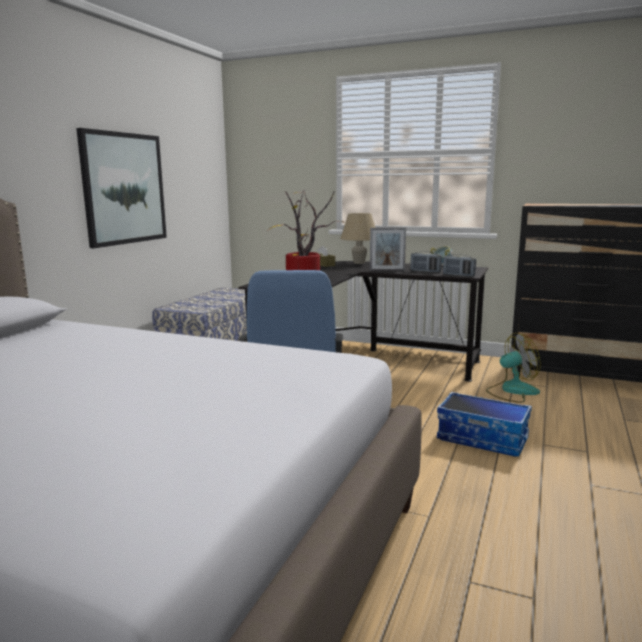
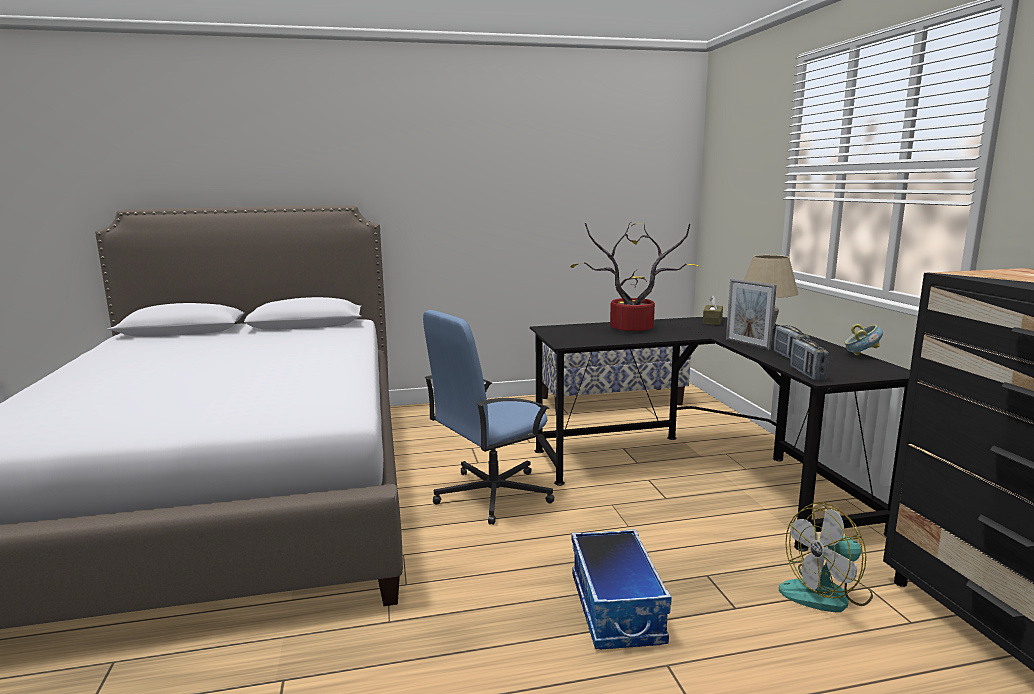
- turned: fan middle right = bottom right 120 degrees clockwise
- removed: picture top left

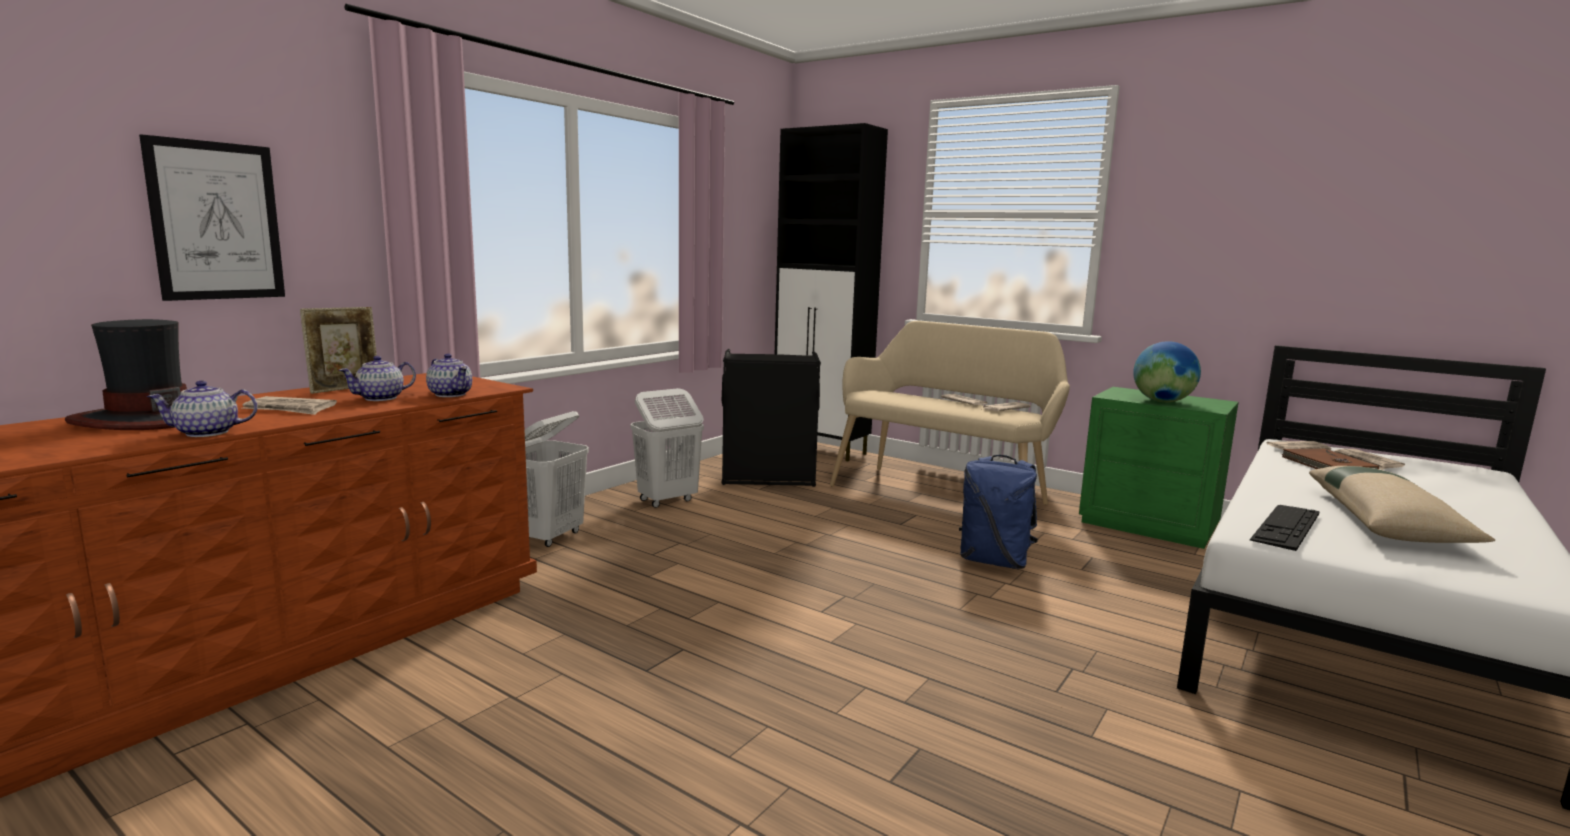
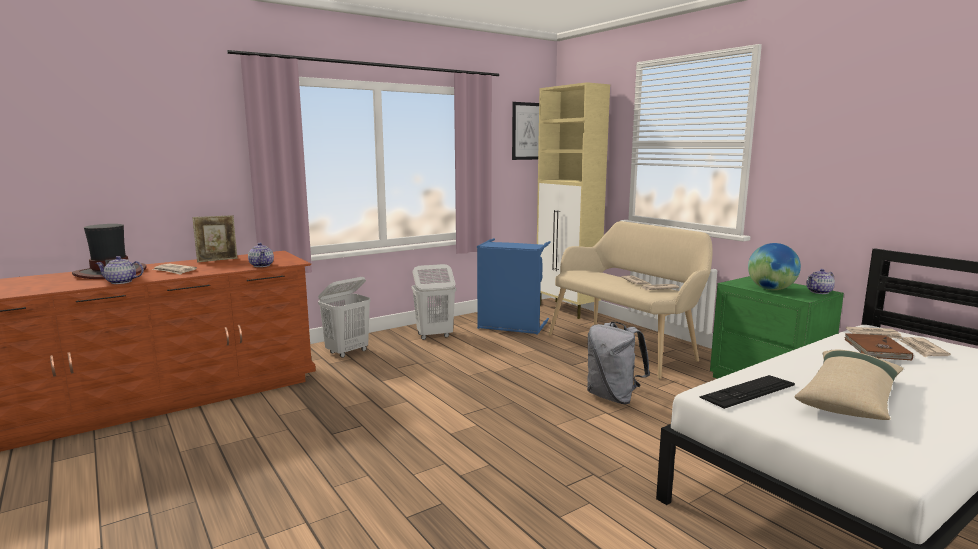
- recoloured: black laundry basket centre to blue laundry basket centre
- moved: picture top left to top centre
- recoloured: black cabinet centre to beige cabinet centre
- recoloured: blue backpack centre to grey backpack centre
- moved: teapot (2nd from left in the first image) middle left to teapot (3rd from left) middle right

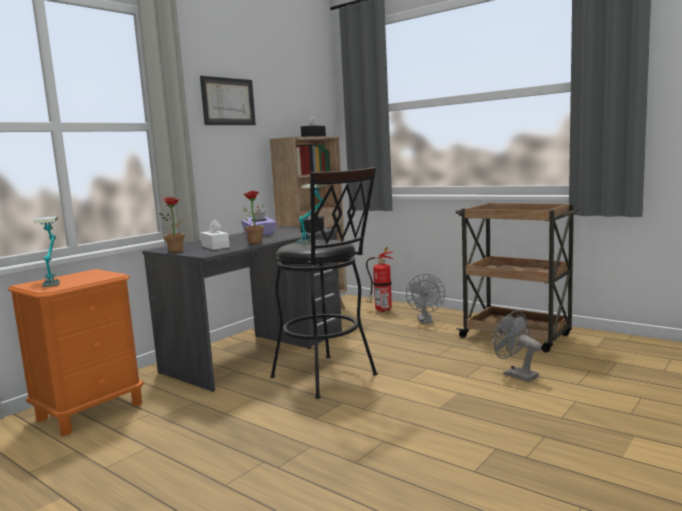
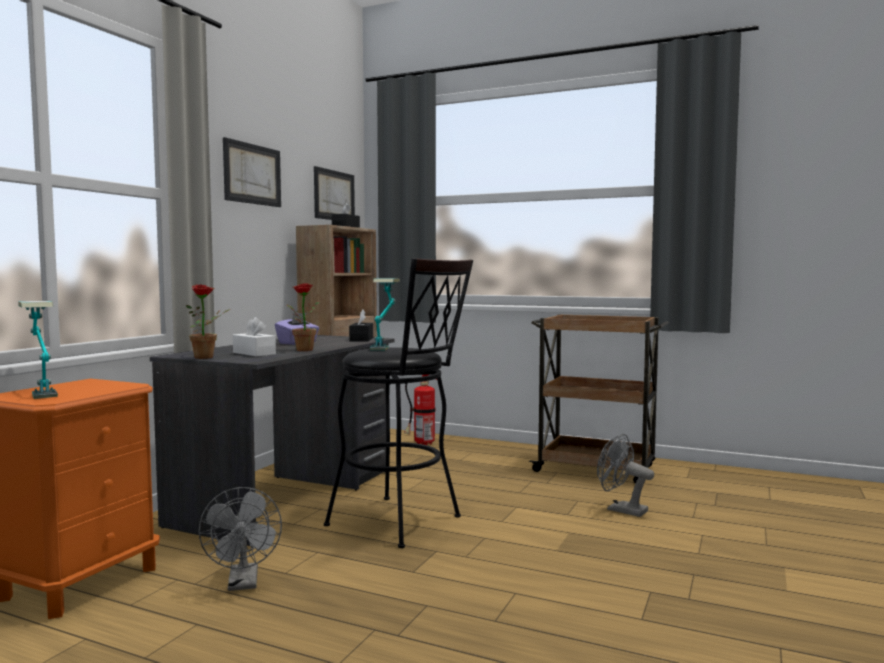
- moved: grey fan (1st from left) centre to bottom left
- added: picture (2nd from left) top centre

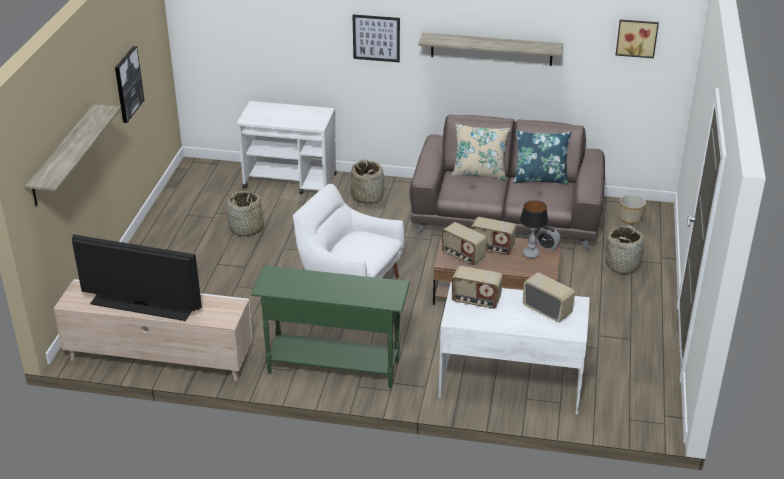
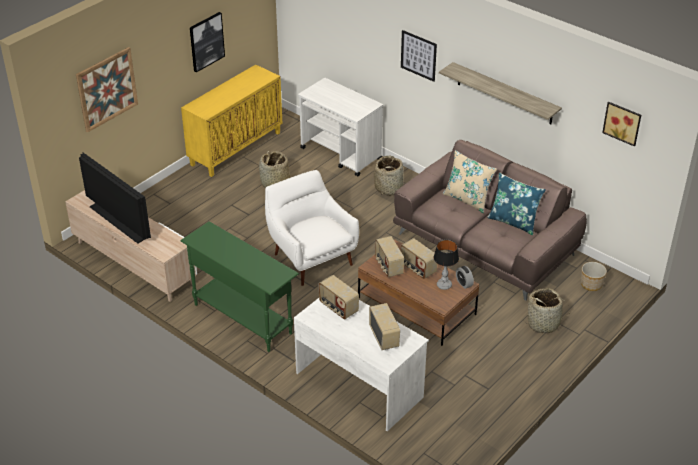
- replaced: shelf (1st from left) top left to picture (1st from left) top left
- added: yellow cabinet top left

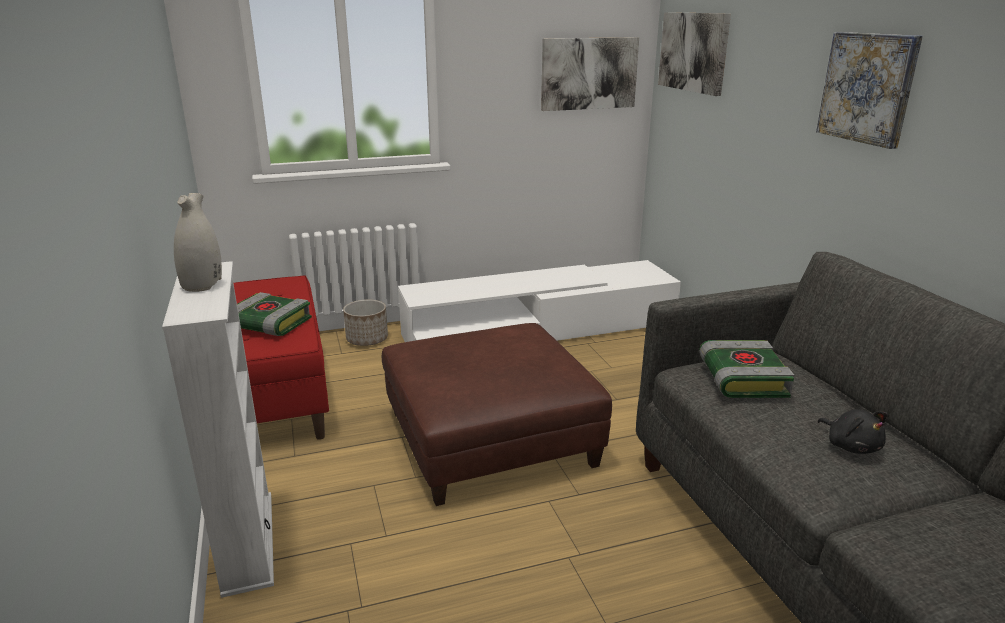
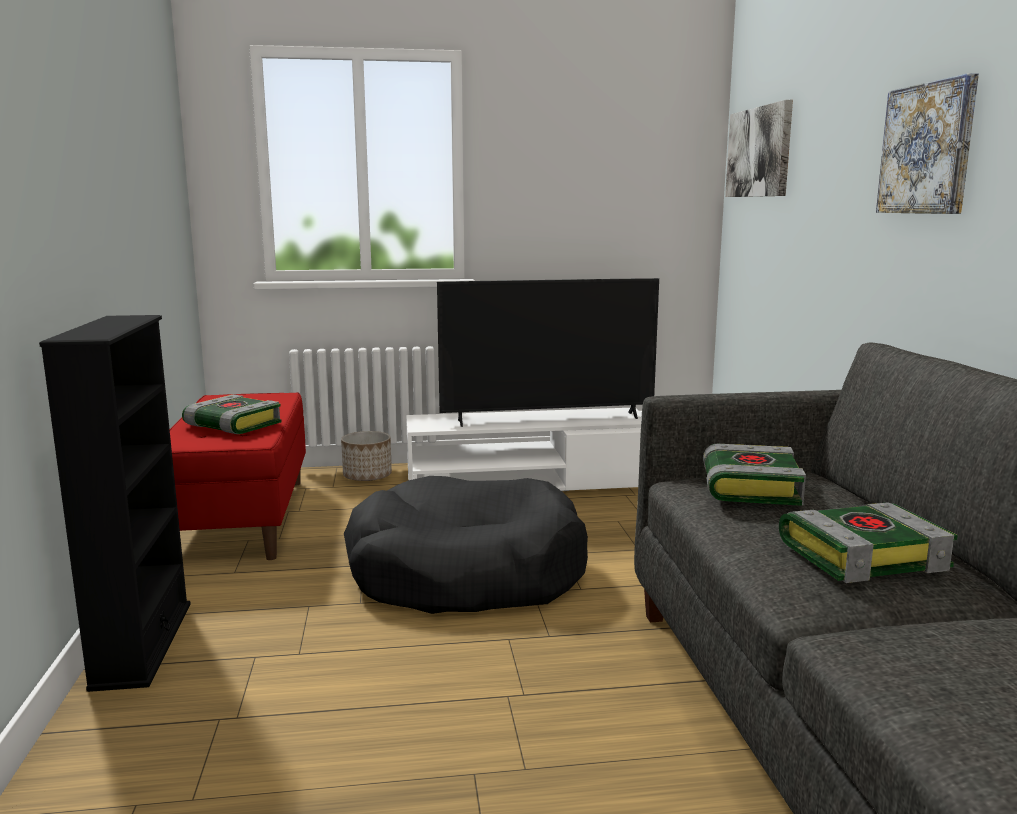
- recoloured: white bookcase bottom left to black bookcase middle left
- replaced: brown ottoman centre to black dog bed bottom centre
- added: television centre
- replaced: black plush toy bottom right to book (3rd from left) middle right
- removed: white vase middle left
- removed: picture (1st from left) top centre

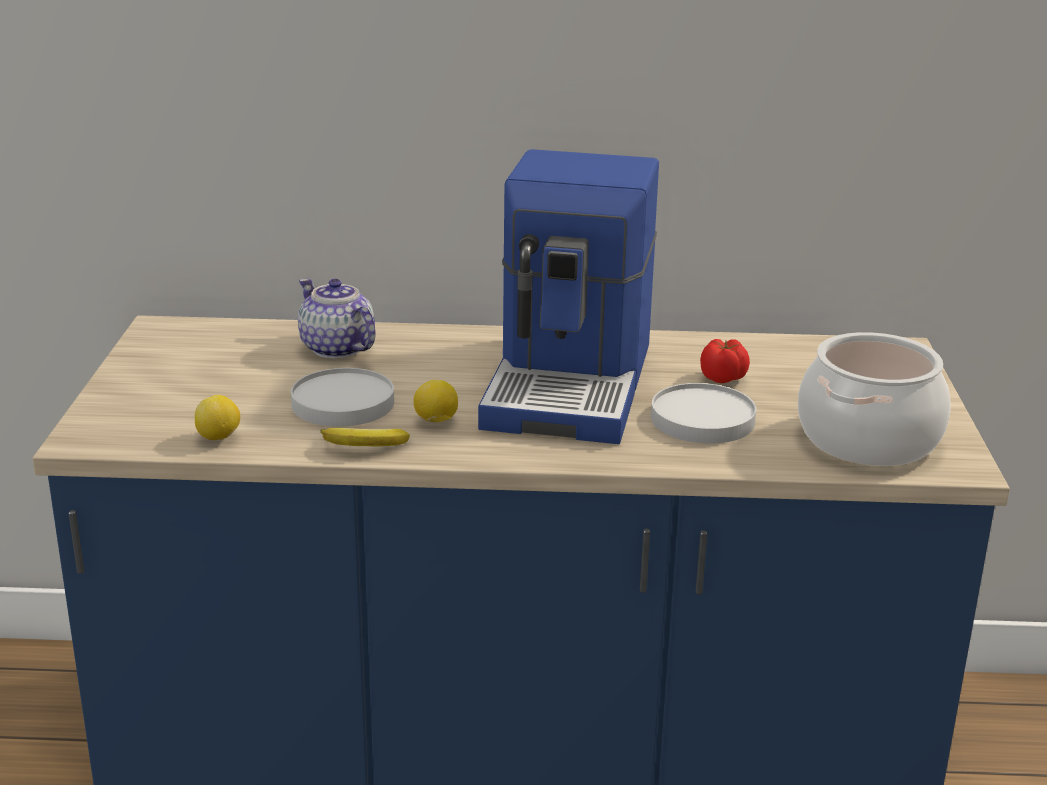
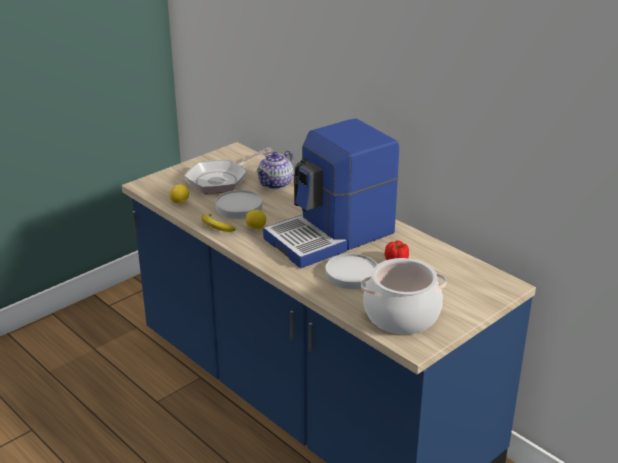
- added: frying pan centre
- turned: teapot middle left = centre 150 degrees counterclockwise

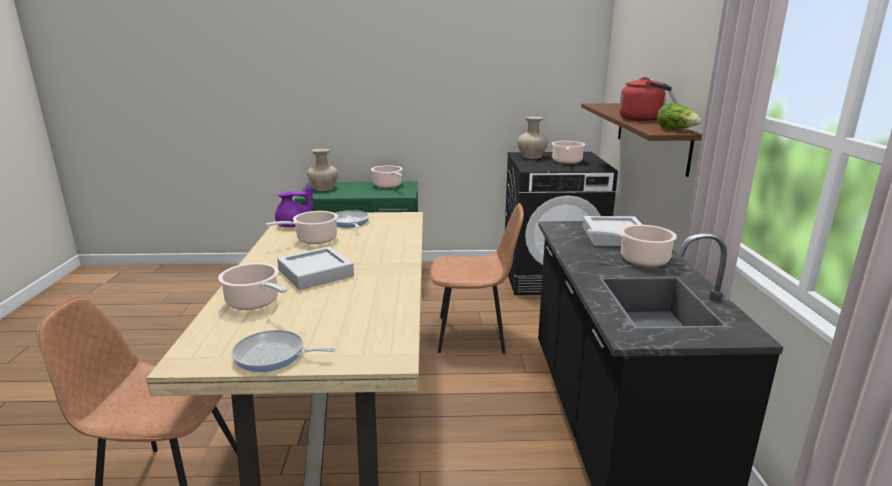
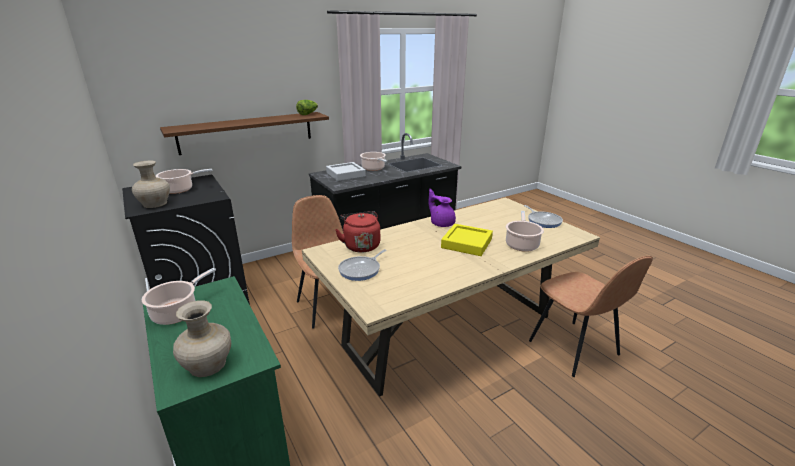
- moved: red kettle top right to centre
- moved: purple teapot middle left to centre
- recoloured: grey tray (1st from left) centre to yellow tray centre
- removed: cooking pot (2nd from left) centre

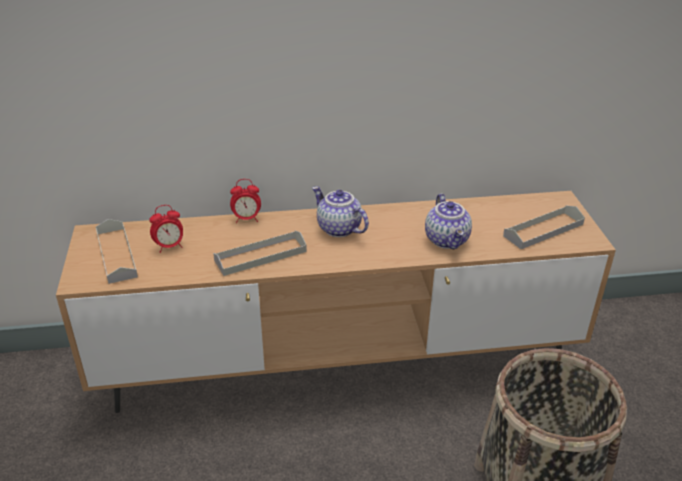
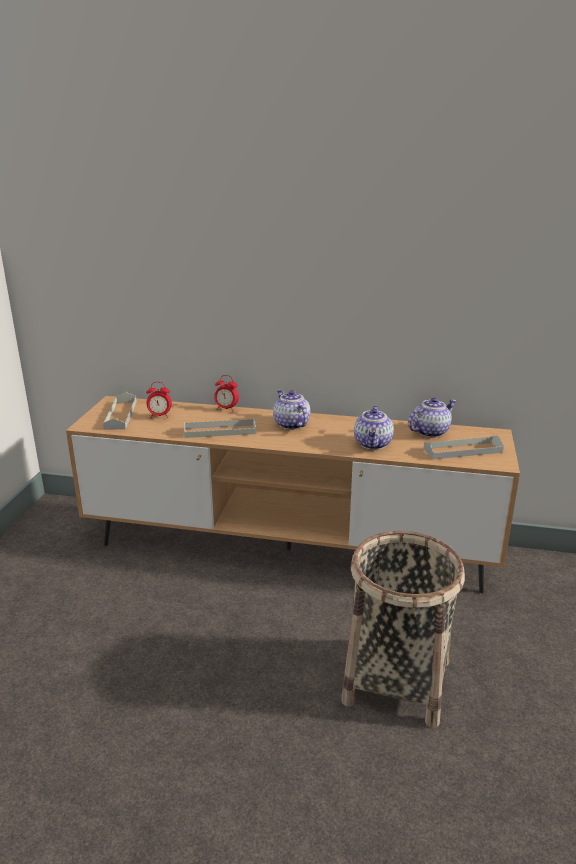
- added: teapot (3rd from left) middle right

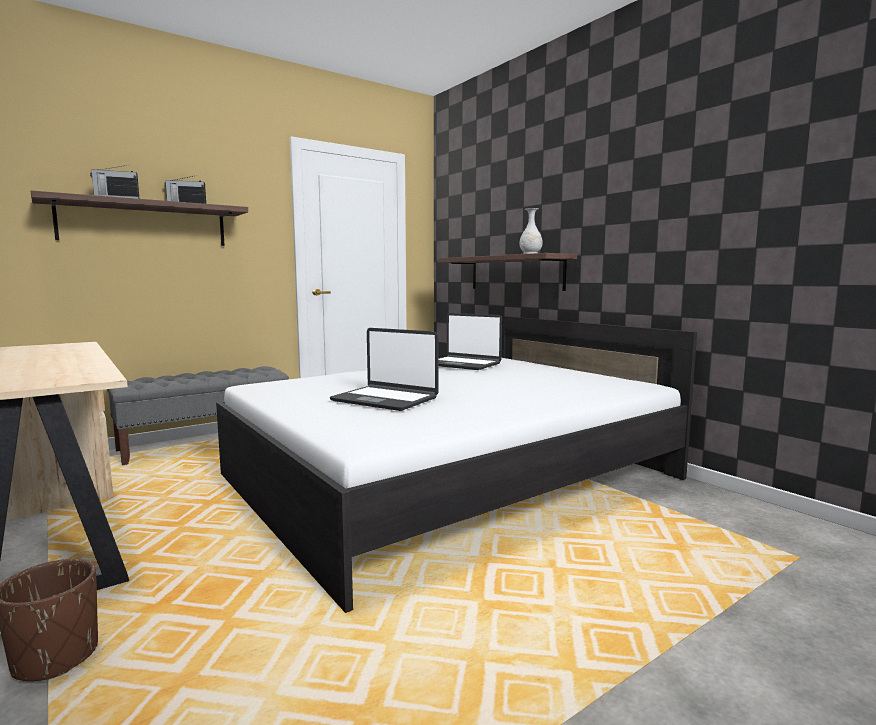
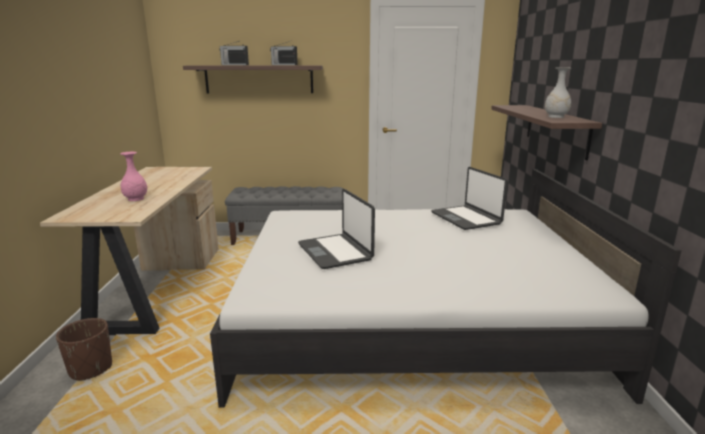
- added: pink vase middle left

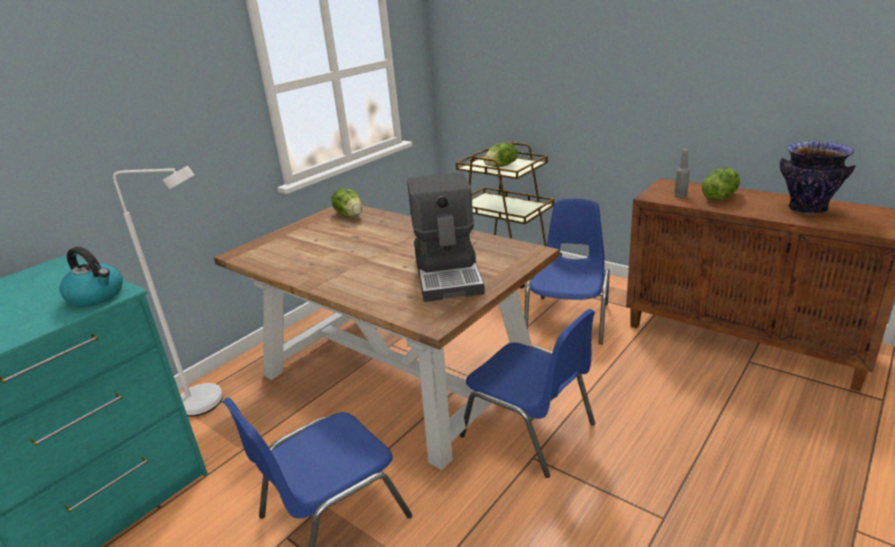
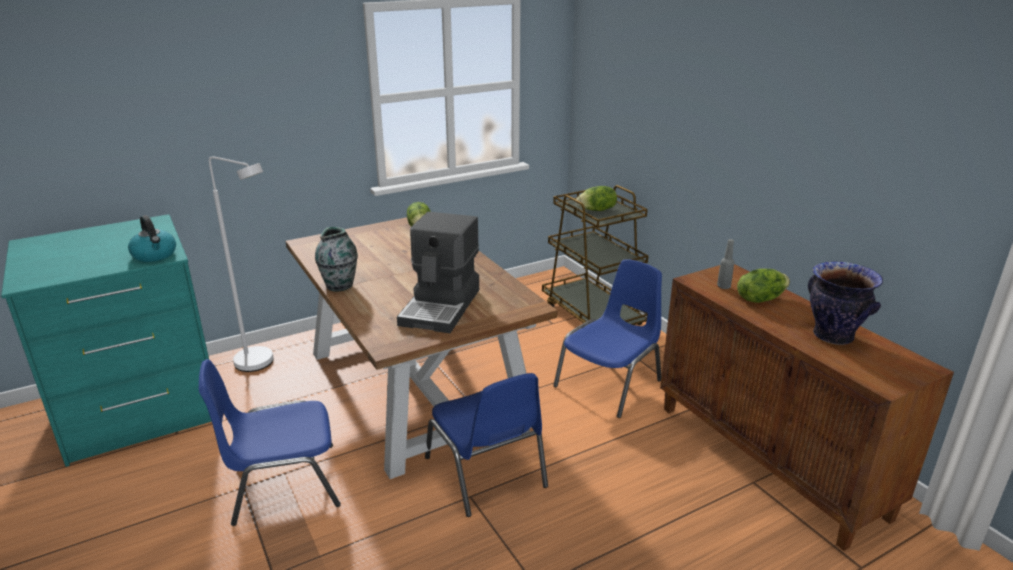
- added: vase (1st from left) middle left

